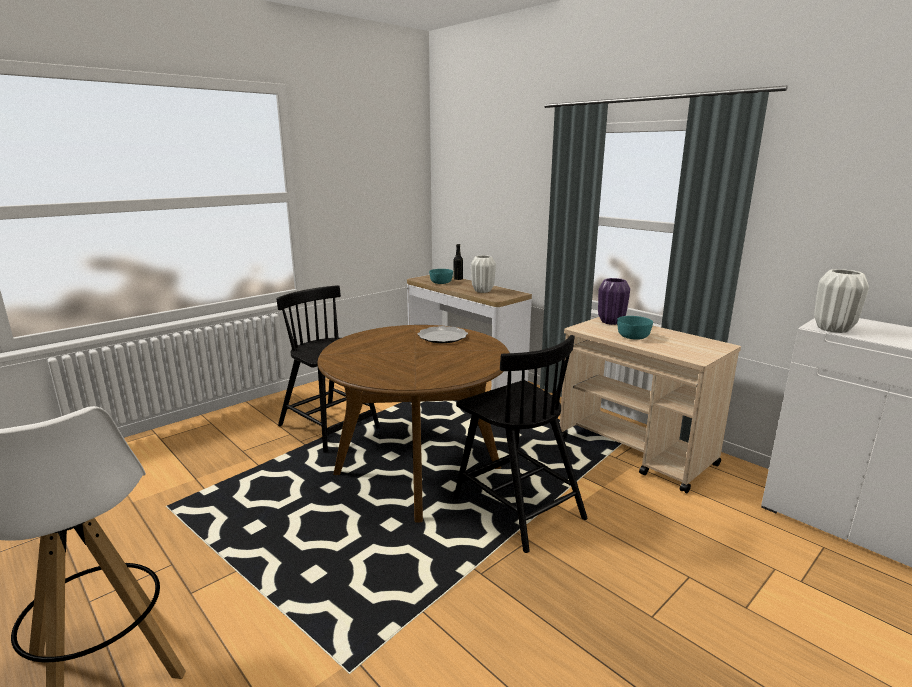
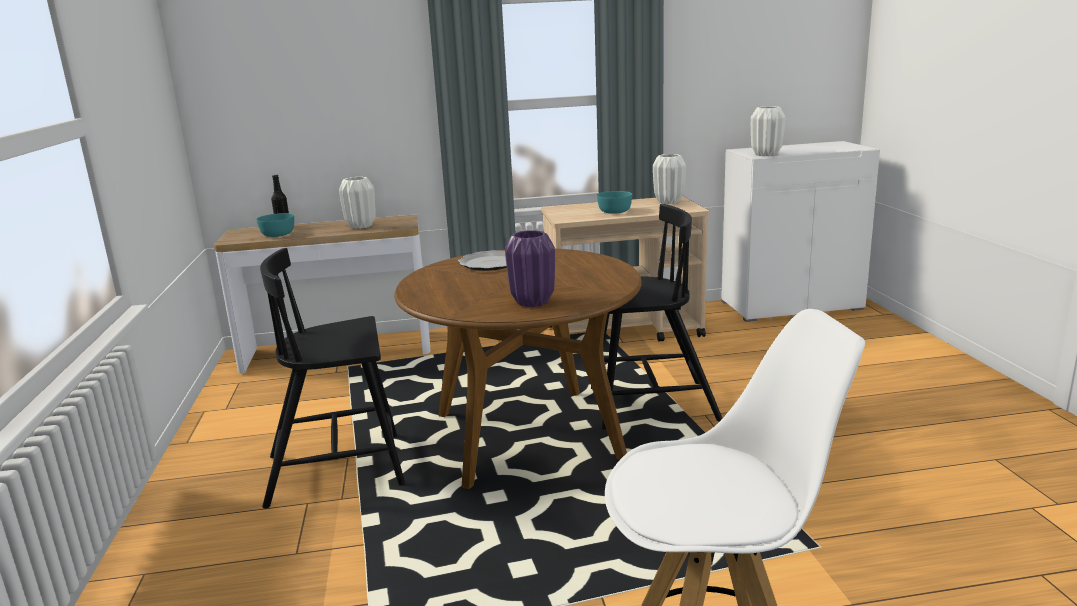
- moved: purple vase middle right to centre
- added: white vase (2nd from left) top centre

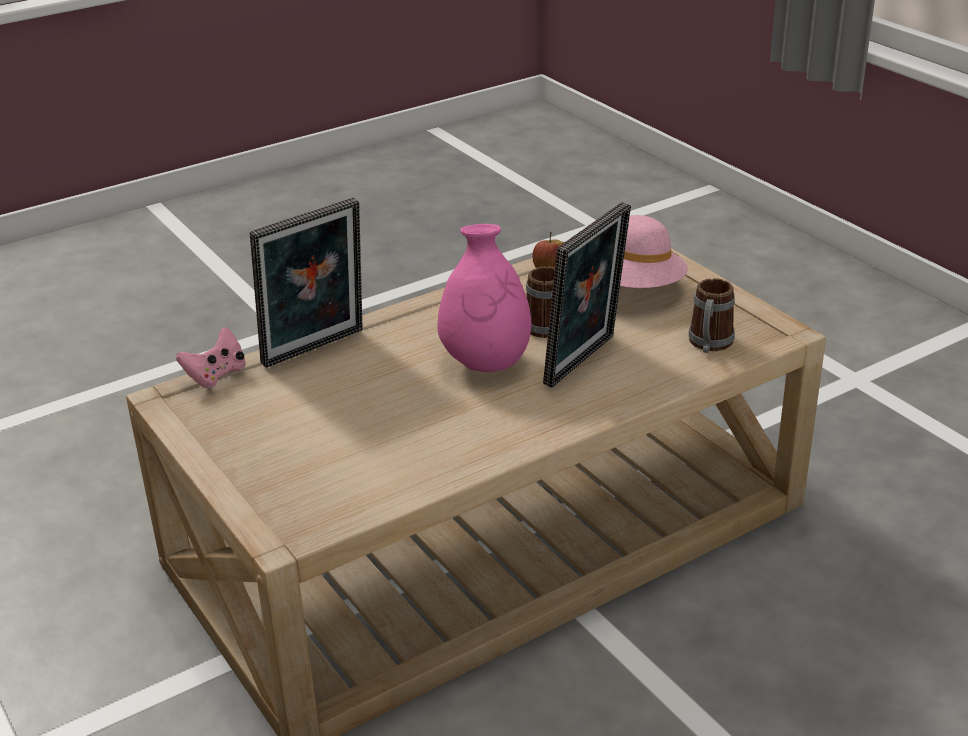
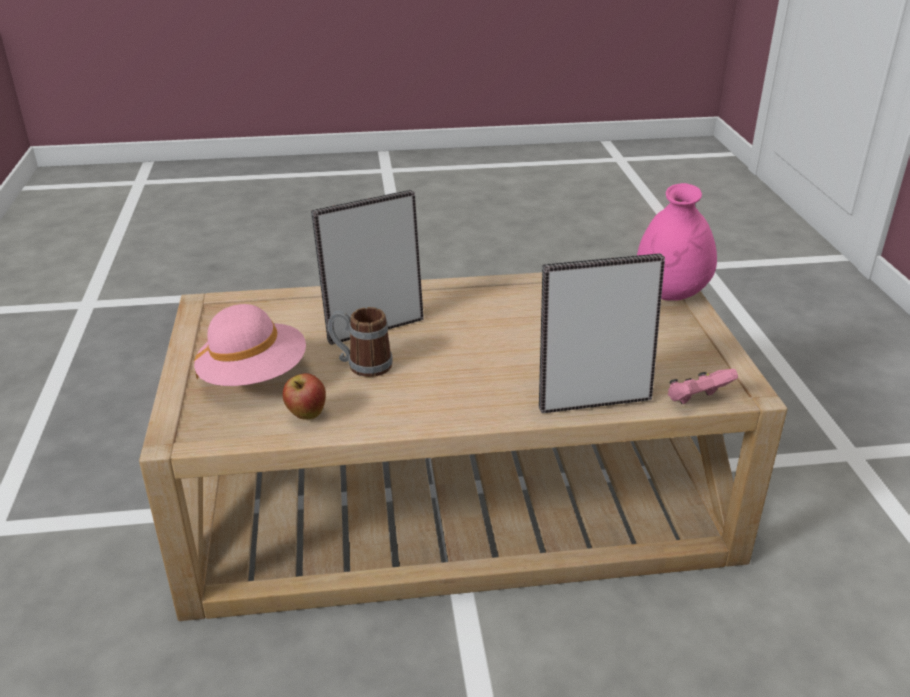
- moved: pink vase centre to middle right
- removed: mug (2nd from left) middle right

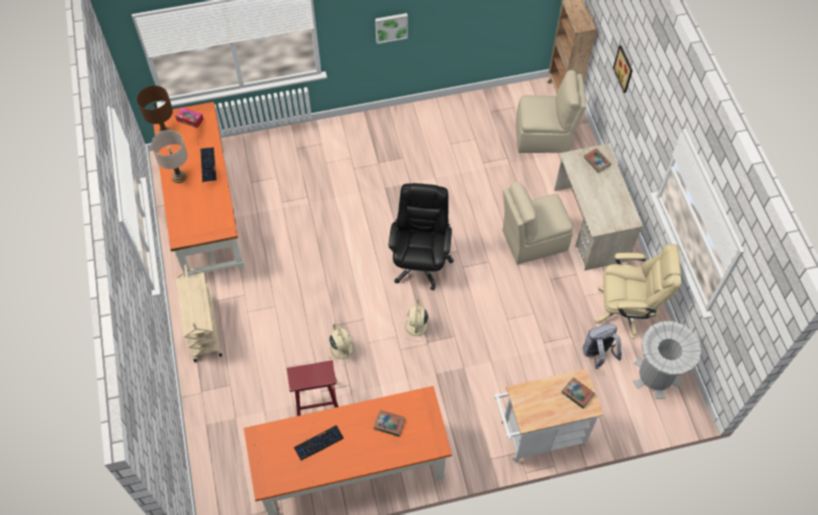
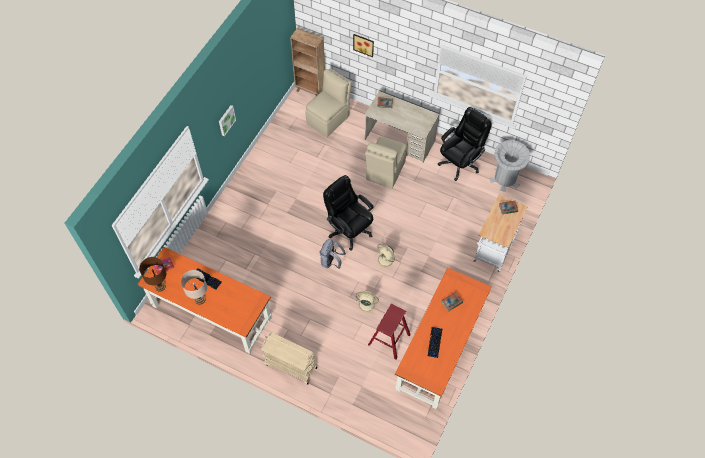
- moved: grey backpack bottom right to centre
- recoloured: beige office chair middle right to black office chair (2nd from left) top centre

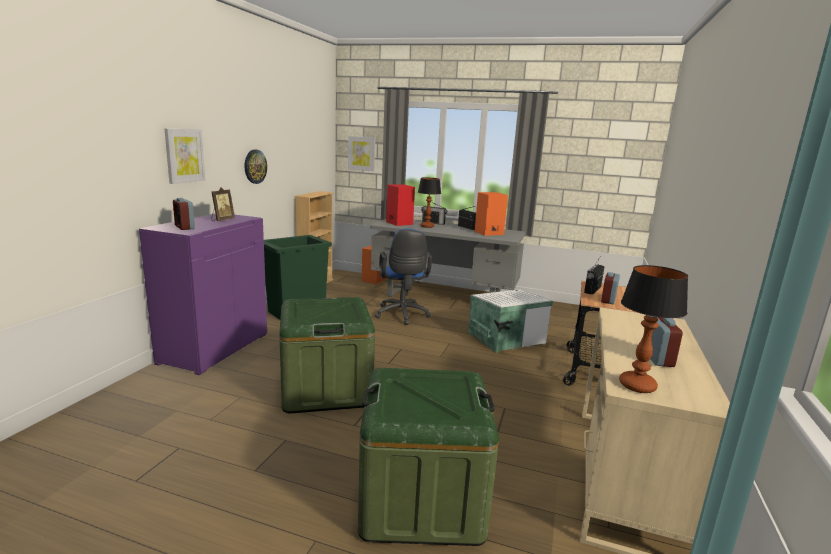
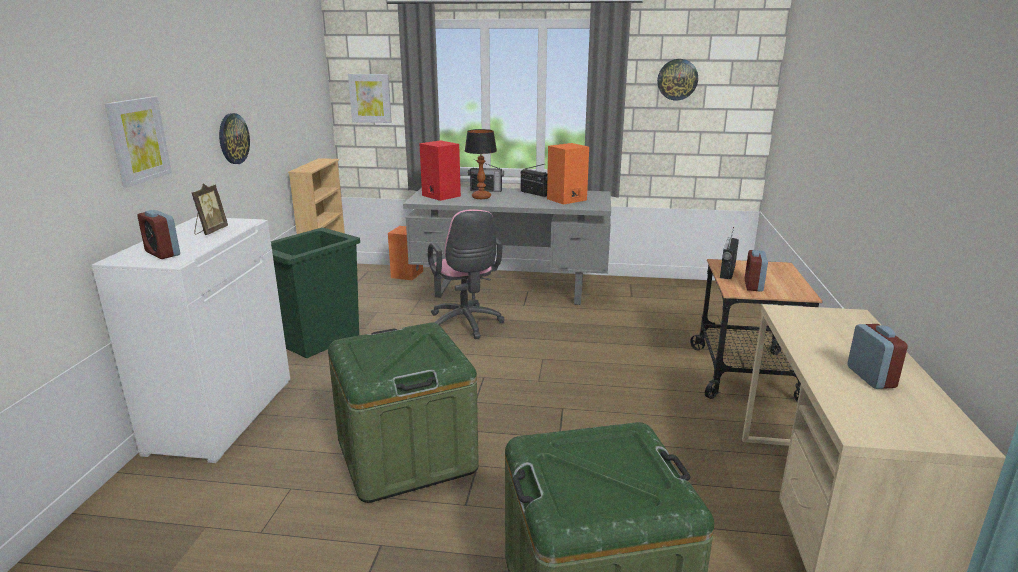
- recoloured: purple cabinet middle left to white cabinet middle left
- recoloured: blue office chair centre to pink office chair centre
- added: wall clock (2nd from left) top centre
- removed: white storage box centre
- removed: table lamp (2nd from left) middle right

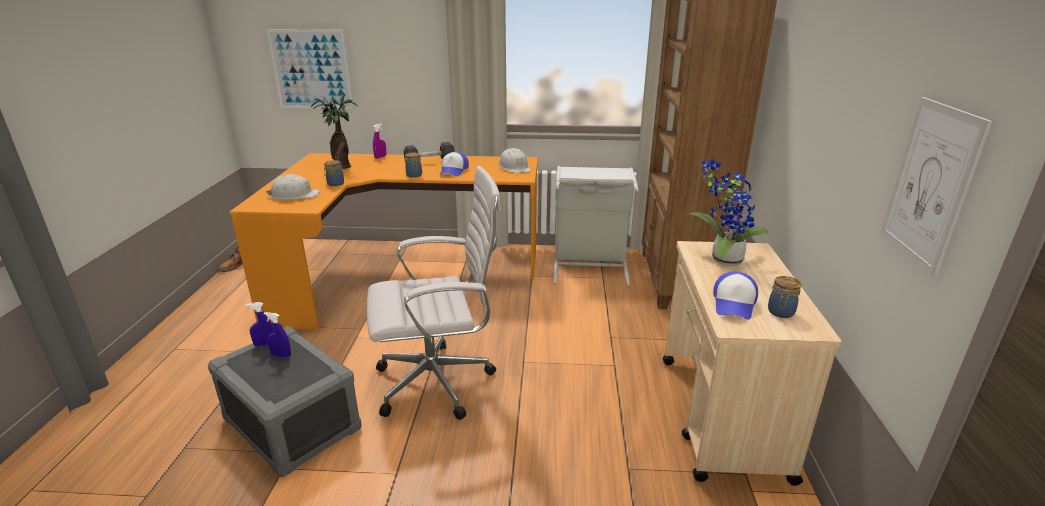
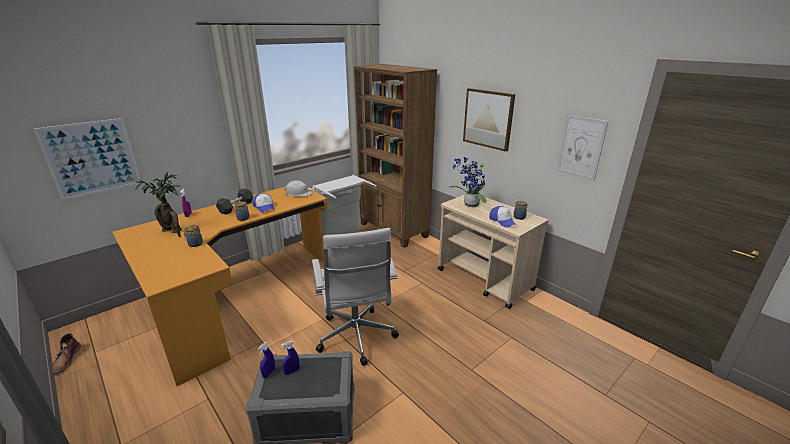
- turned: white office chair centre = bottom centre 135 degrees clockwise
- added: picture (2nd from left) top centre
- removed: white hard hat (1st from left) middle left

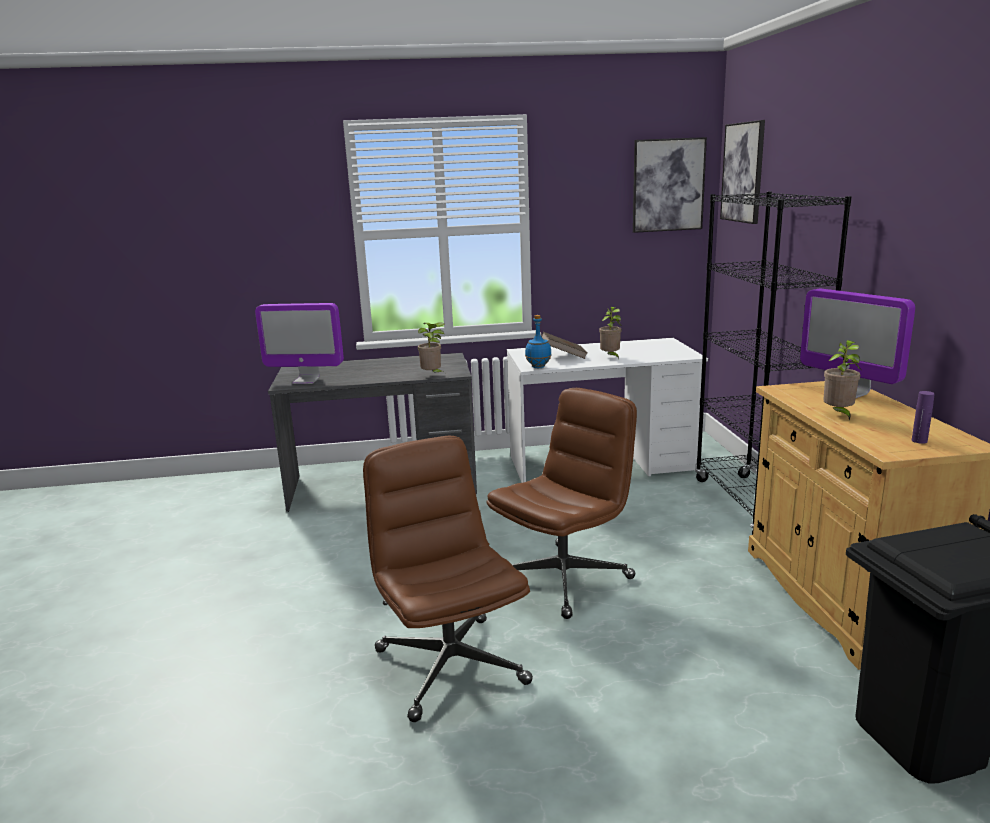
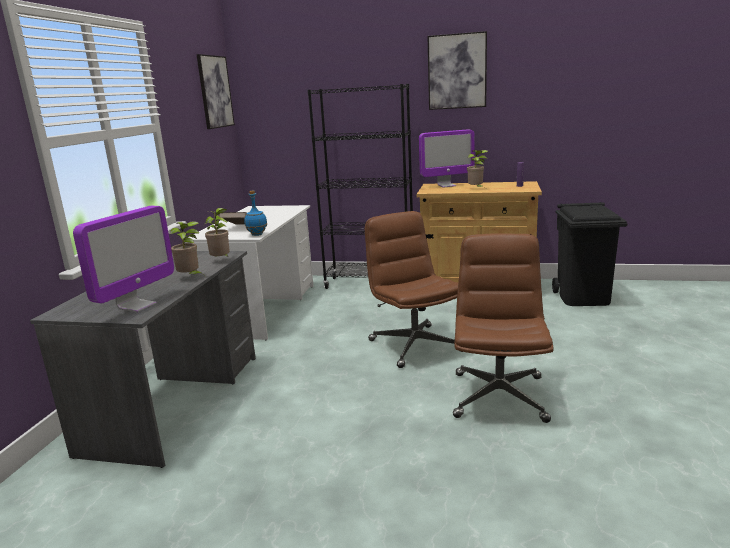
- moved: potted plant (2nd from left in the first image) centre to potted plant (1st from left) middle left
- moved: picture (2nd from left) top right to top centre
- turned: brown office chair (1st from left in the first image) bottom centre = middle right 105 degrees clockwise

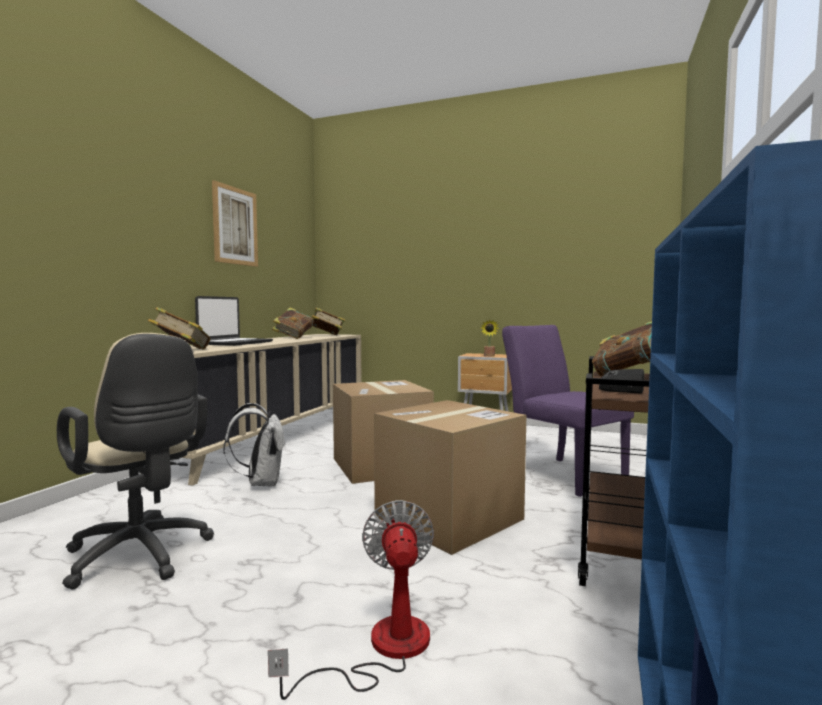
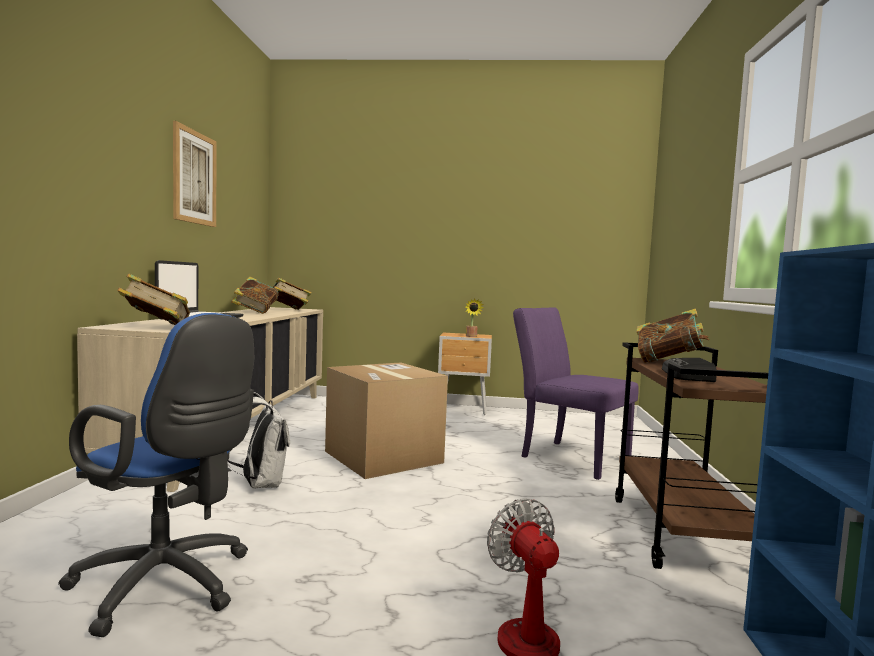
- recoloured: beige office chair middle left to blue office chair bottom left
- removed: cardboard box (2nd from left) bottom centre

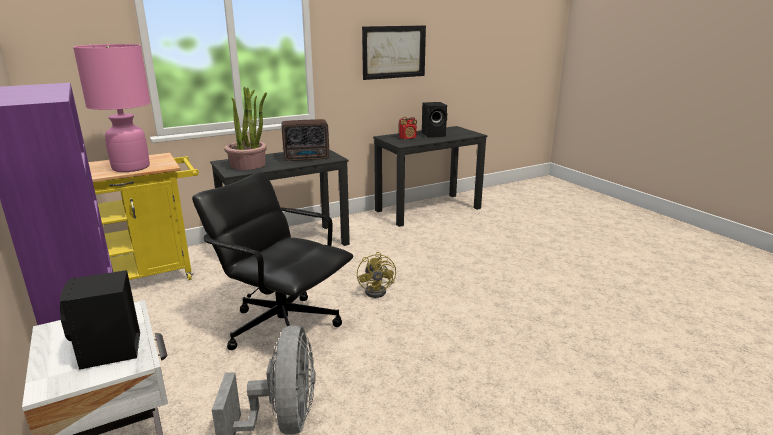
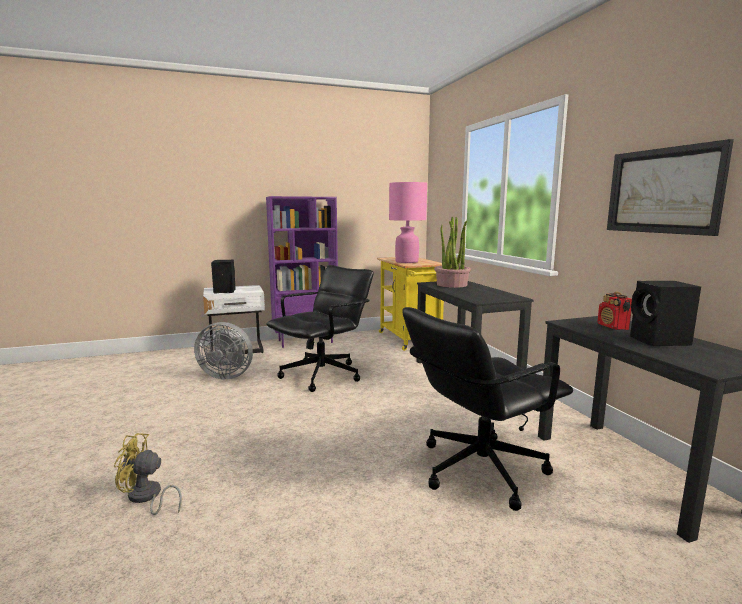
- moved: yellow fan centre to bottom left
- added: black office chair (2nd from left) bottom centre
- removed: radio (1st from left) top centre

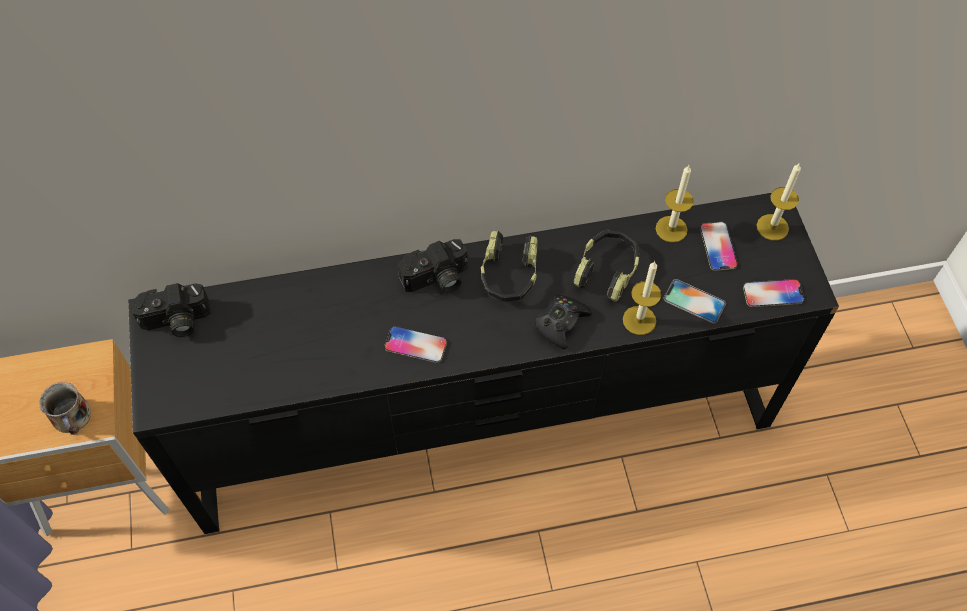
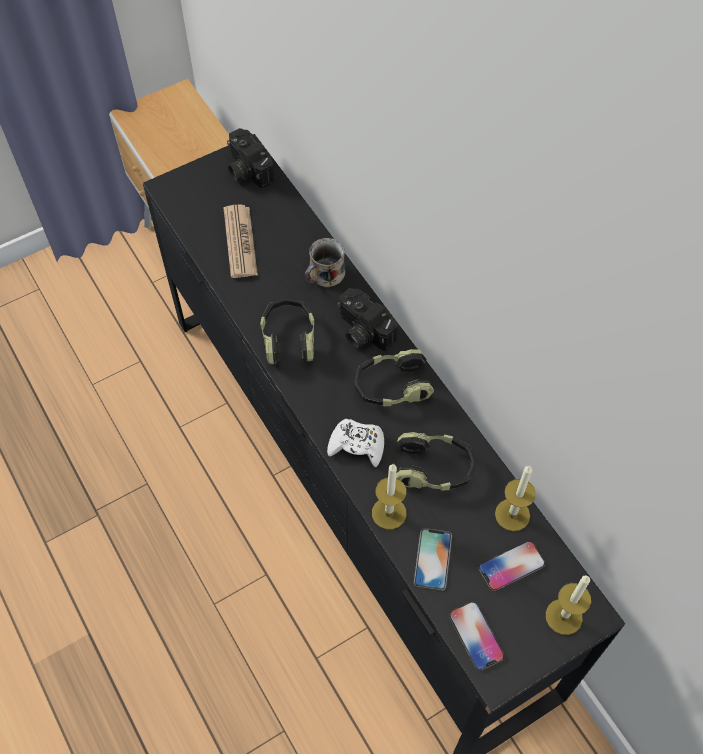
- added: newspaper top centre
- replaced: phone (1st from left) centre to headphones (1st from left) centre
- moved: mug bottom left to centre
- recoloured: black game controller centre to white game controller centre

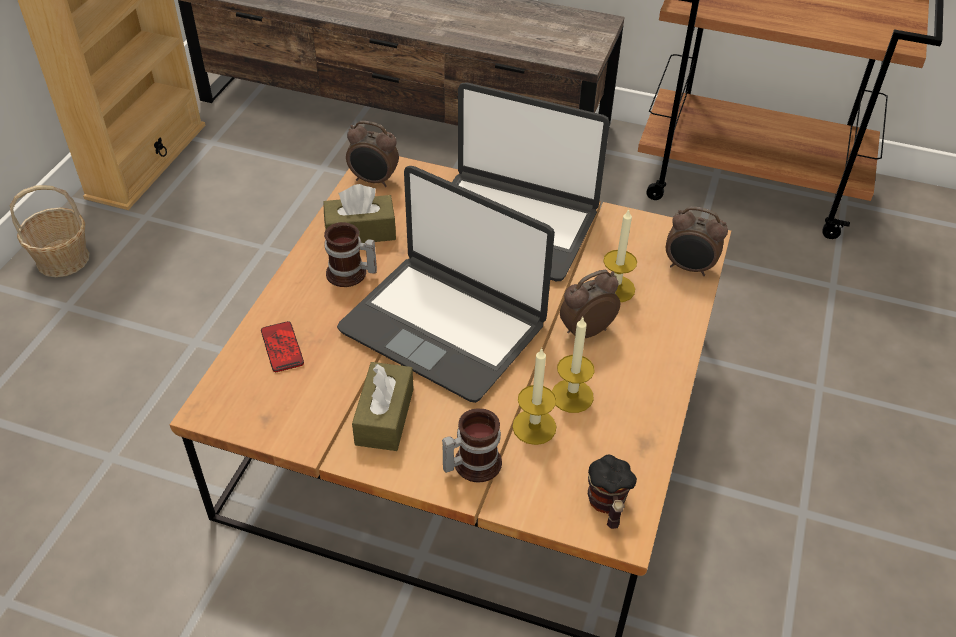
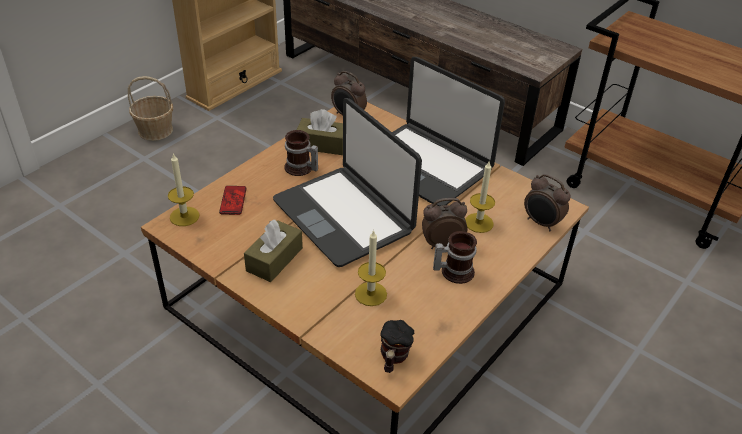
- moved: candle (2nd from left in the first image) centre to candle (1st from left) middle left
- moved: mug (2nd from left in the first image) bottom centre to mug (3rd from left) centre

